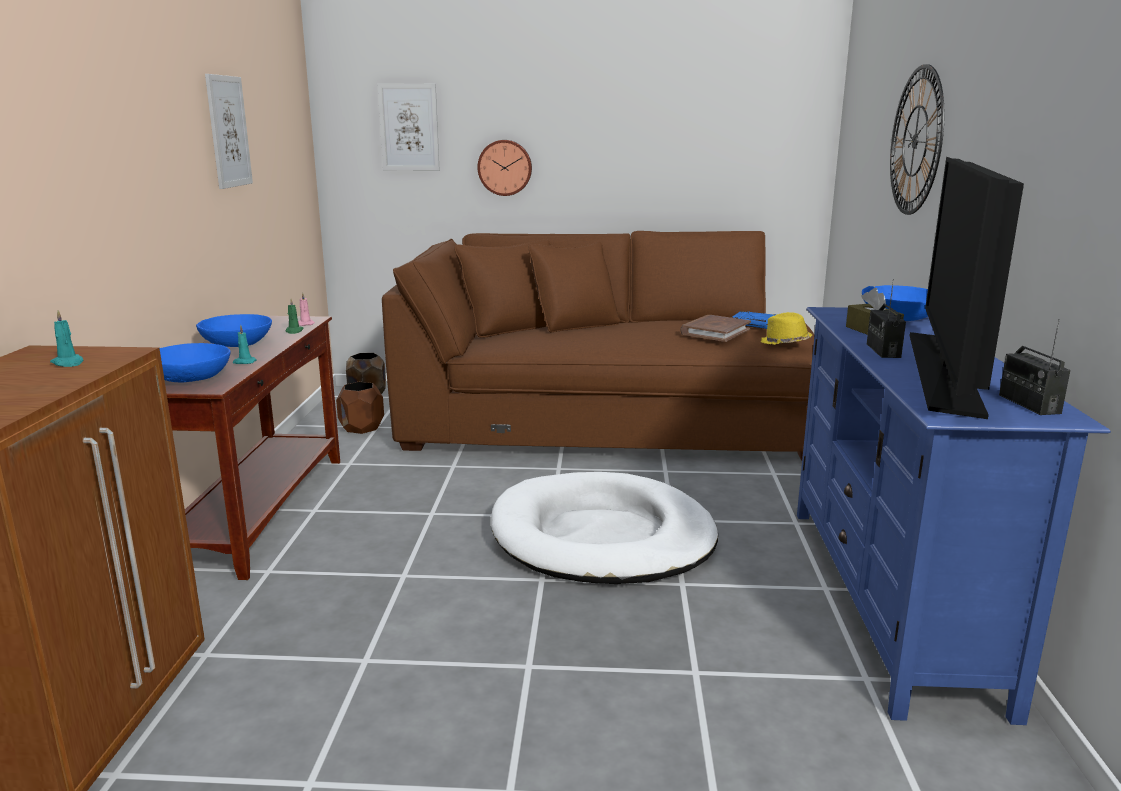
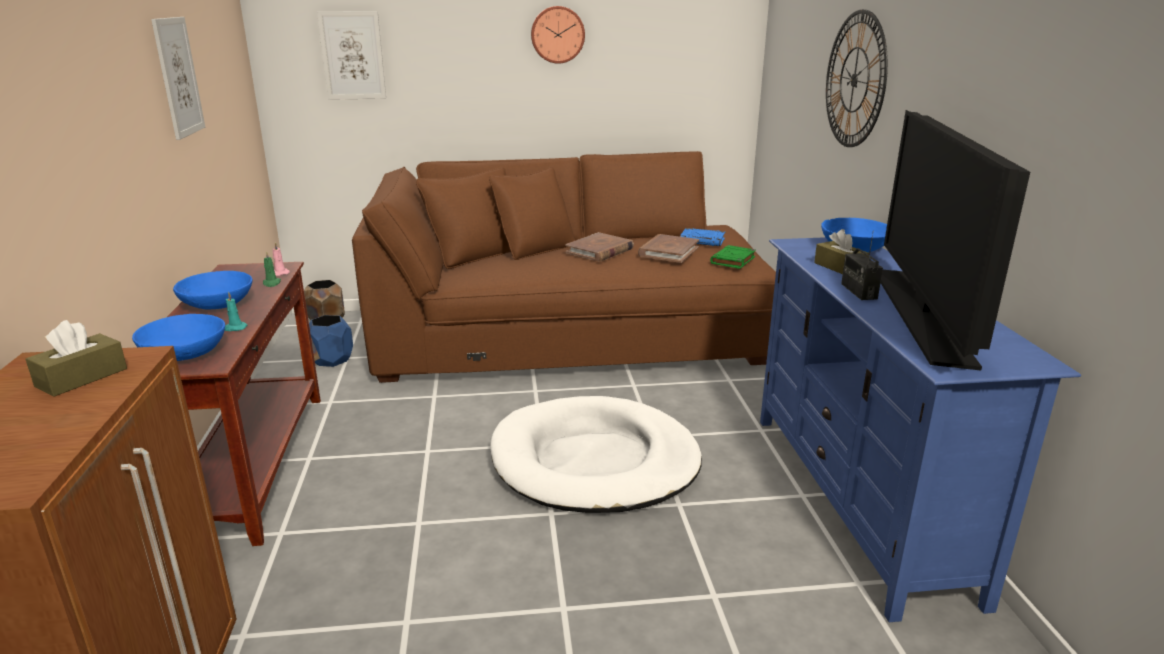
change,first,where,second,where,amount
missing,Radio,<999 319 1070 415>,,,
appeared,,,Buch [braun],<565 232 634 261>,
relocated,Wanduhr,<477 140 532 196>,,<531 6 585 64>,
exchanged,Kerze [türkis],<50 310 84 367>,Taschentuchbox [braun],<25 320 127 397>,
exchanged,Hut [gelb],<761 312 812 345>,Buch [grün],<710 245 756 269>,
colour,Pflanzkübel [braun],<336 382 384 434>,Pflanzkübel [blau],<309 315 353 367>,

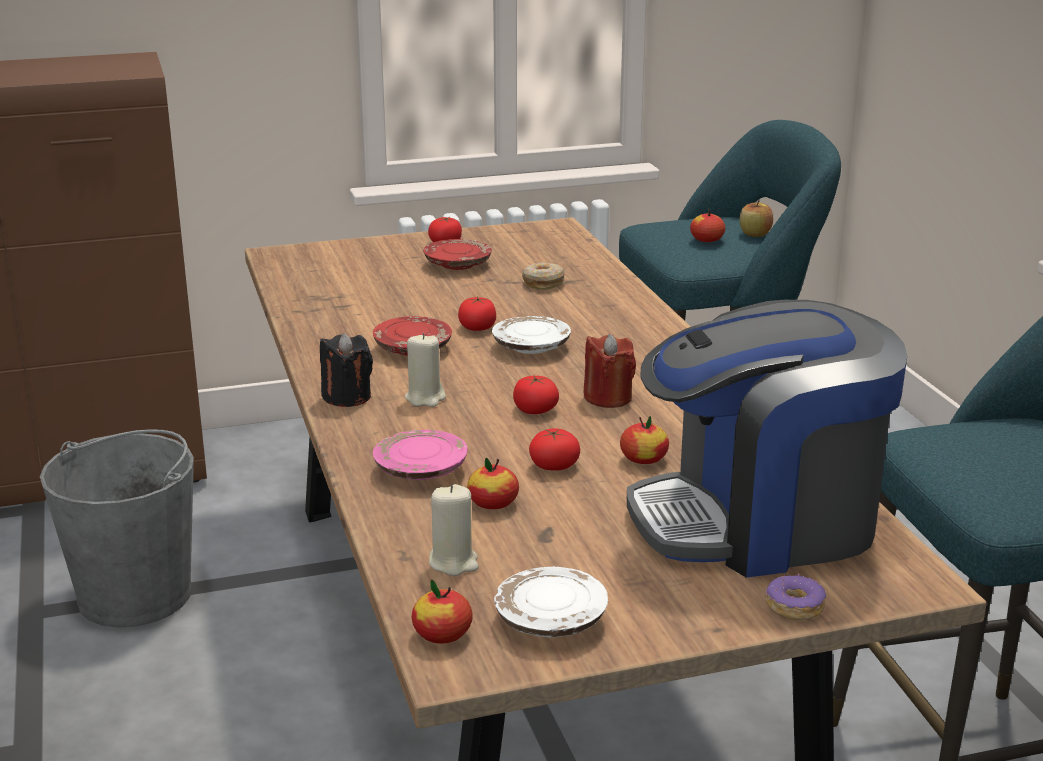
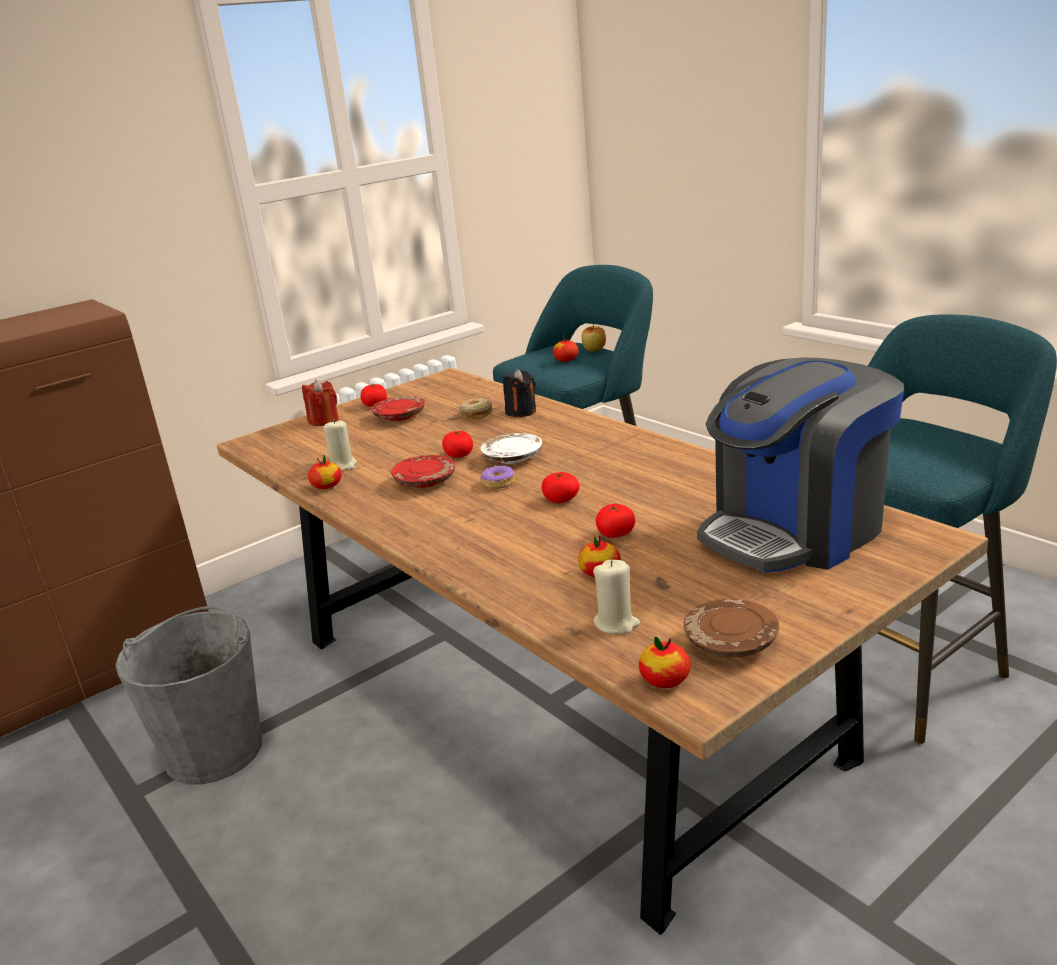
change,first,where,second,where,amount
missing,Teller [rosa],<373 430 468 480>,,,
relocated,Kerze [schwarz],<320 333 373 407>,,<503 369 536 417>,
relocated,Kerze [beige],<405 333 446 407>,,<324 419 357 471>,
relocated,Kerze [rot],<584 334 636 408>,,<302 380 339 426>,
relocated,Apfel,<620 416 669 464>,,<308 455 342 489>,
relocated,Donut,<765 573 826 620>,,<480 465 515 489>,
colour,Teller [weiß],<494 567 608 637>,Teller [braun],<684 598 779 658>,

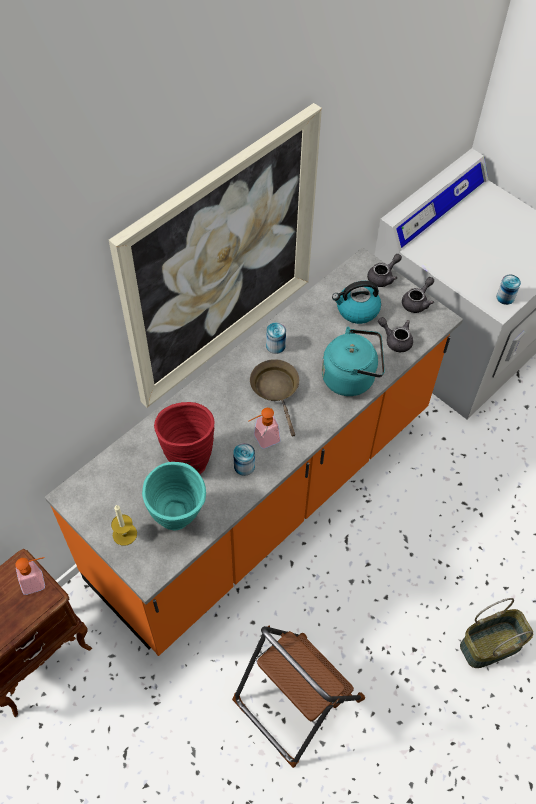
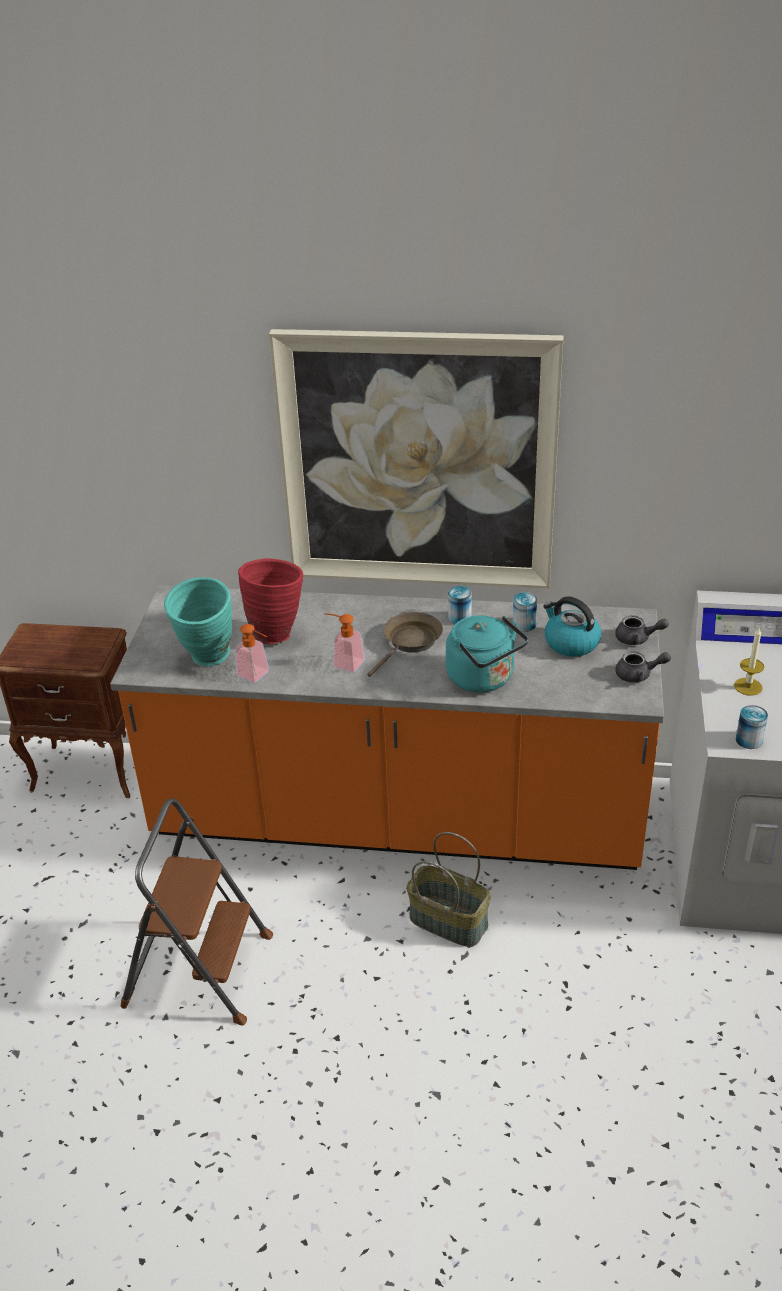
change,first,where,second,where,amount
missing,Teekanne [grau],<378 317 413 352>,,,
relocated,Seifenspender,<15 557 45 595>,,<236 624 269 683>,
relocated,Kerze,<111 505 137 546>,,<734 628 764 696>,
relocated,Dose,<233 443 255 476>,,<513 592 537 632>,
relocated,Korb,<460 598 533 668>,,<406 832 491 947>,

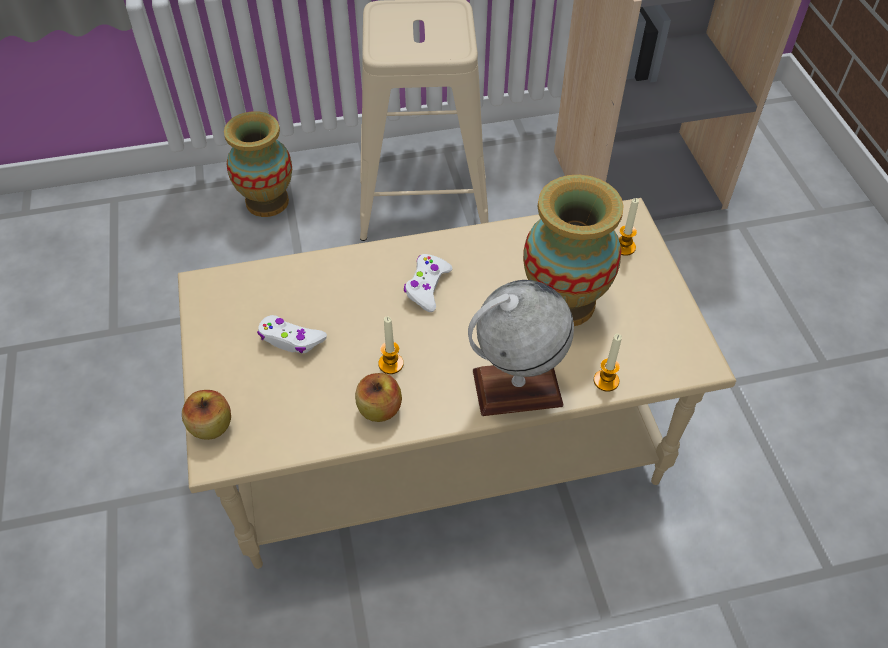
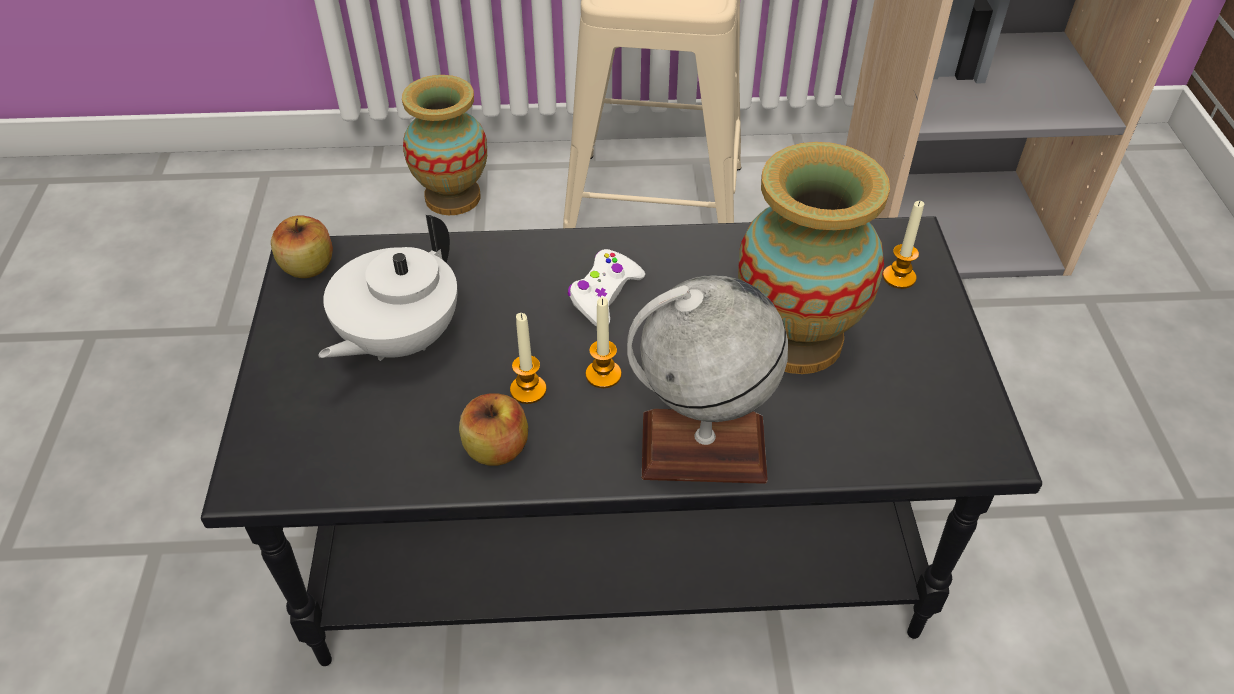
change,first,where,second,where,amount
relocated,Apfel,<182 390 231 440>,,<271 216 333 278>,
relocated,Kerze,<594 334 622 392>,,<585 297 622 388>,
exchanged,Gamepad [weiß],<257 315 327 353>,Teekanne [weiß],<319 215 457 361>,
colour,Couchtisch [beige],<178 198 736 569>,Couchtisch [schwarz],<201 216 1042 666>,

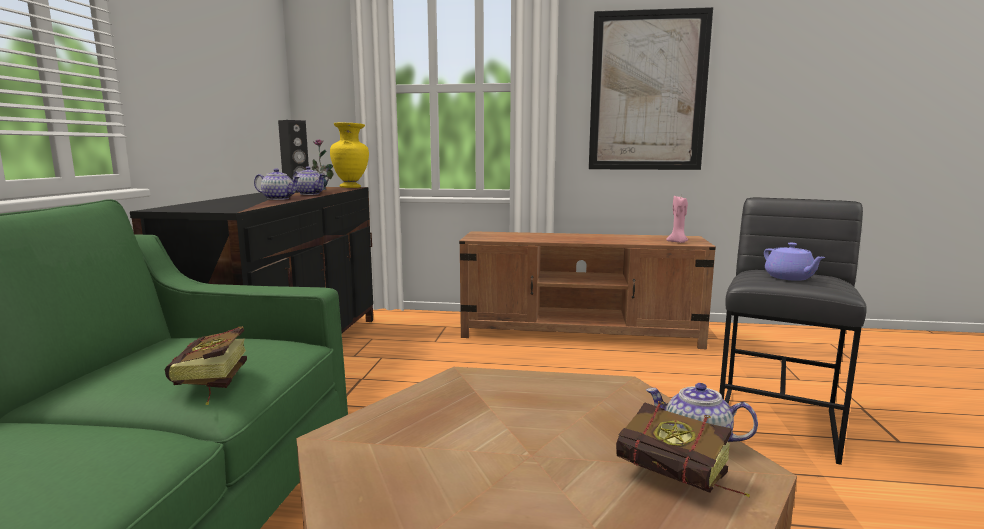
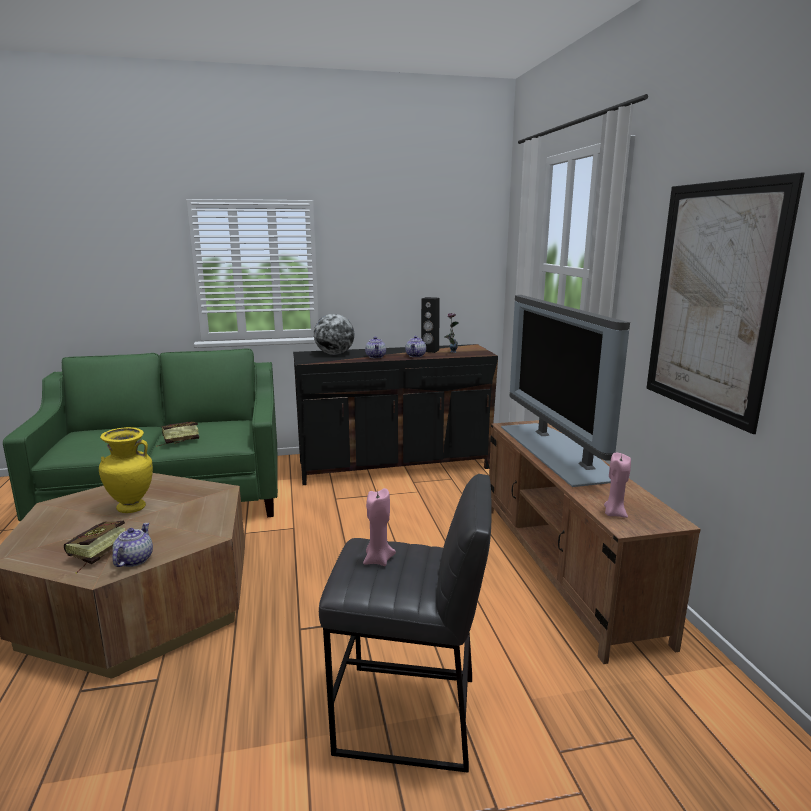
change,first,where,second,where,amount
appeared,,,Globus,<314 314 354 355>,
appeared,,,Fernseher,<501 295 630 487>,
relocated,Vase [gelb],<330 123 369 188>,,<99 427 153 513>,
exchanged,Teekanne [lila],<764 243 826 281>,Kerze [rosa],<363 488 396 566>,

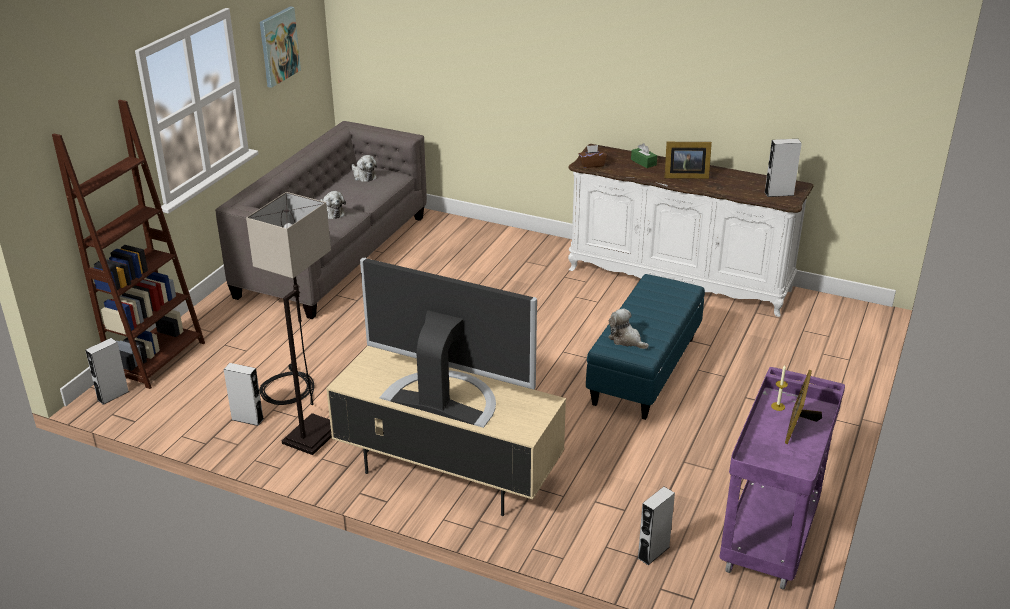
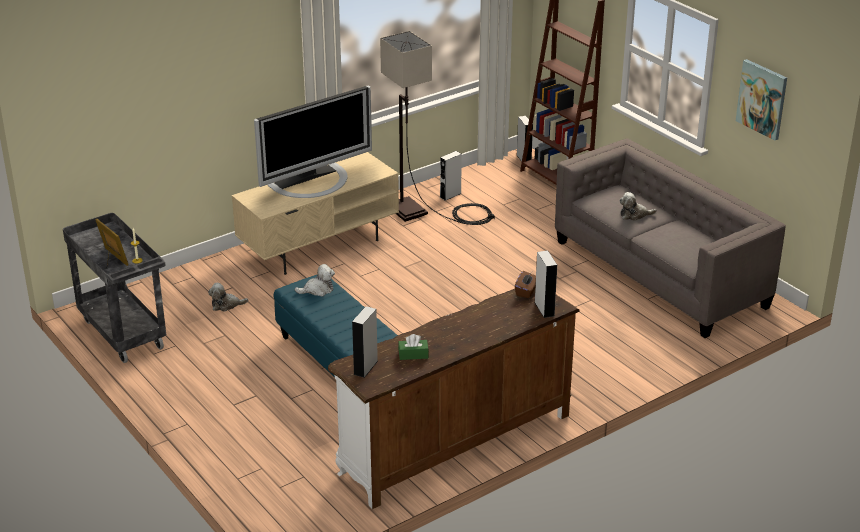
change,first,where,second,where,amount
missing,Bilderrahmen,<665 142 712 179>,,,
relocated,Plüschtier,<351 155 377 182>,,<208 283 248 312>,
relocated,Taschentuchbox [grün],<631 143 657 168>,,<398 334 429 360>,
relocated,Lautsprecher [grau],<637 487 675 565>,,<534 250 557 318>,
colour,Rollwagen [lila],<720 367 845 590>,Rollwagen [grau],<63 213 166 363>,

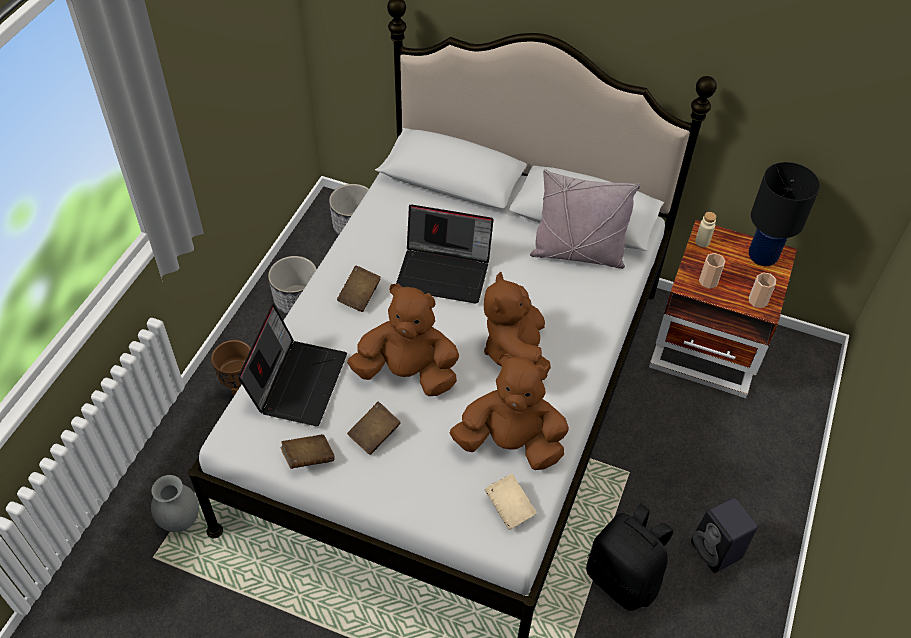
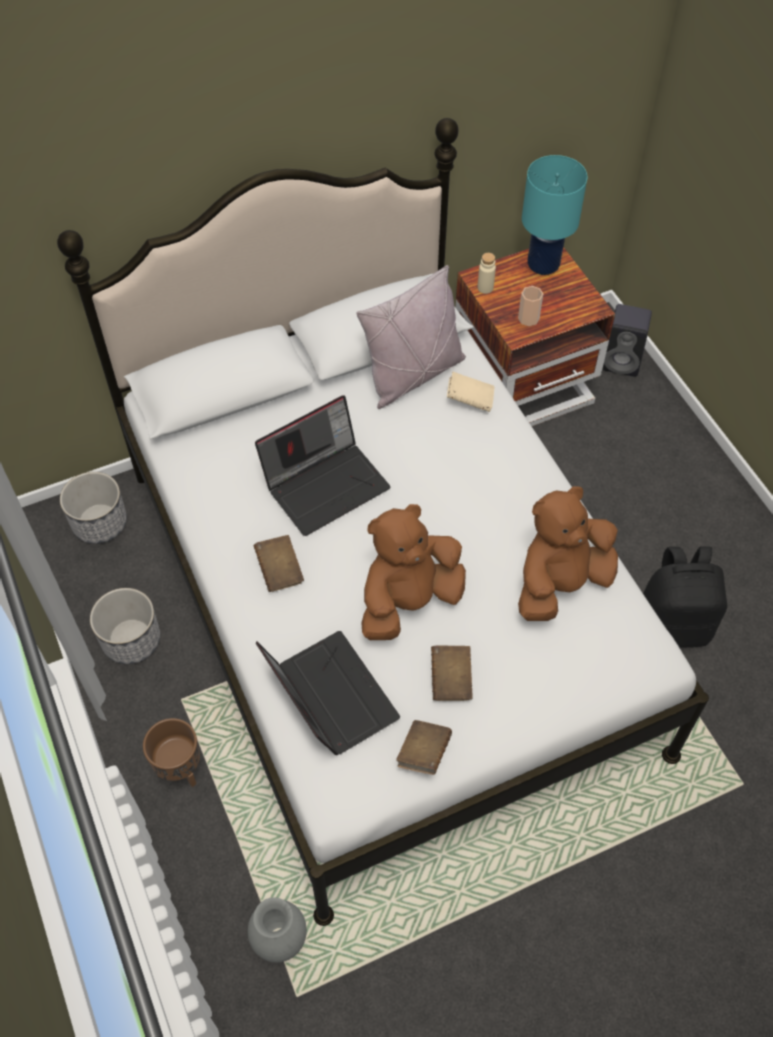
change,first,where,second,where,amount
missing,Plüschtier [braun],<484 272 551 373>,,,
missing,Tasse,<749 272 776 308>,,,
relocated,Buch [beige],<484 474 537 530>,,<447 372 494 412>,
relocated,Lautsprecher [schwarz],<691 498 758 573>,,<602 304 652 377>,
colour,Tischlampe [schwarz],<749 162 820 266>,Tischlampe [türkis],<522 155 587 275>,

